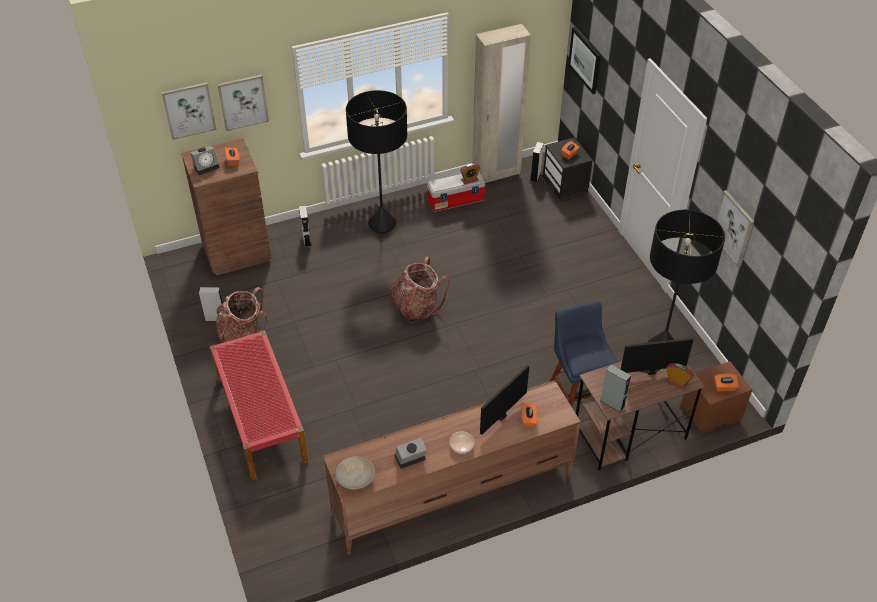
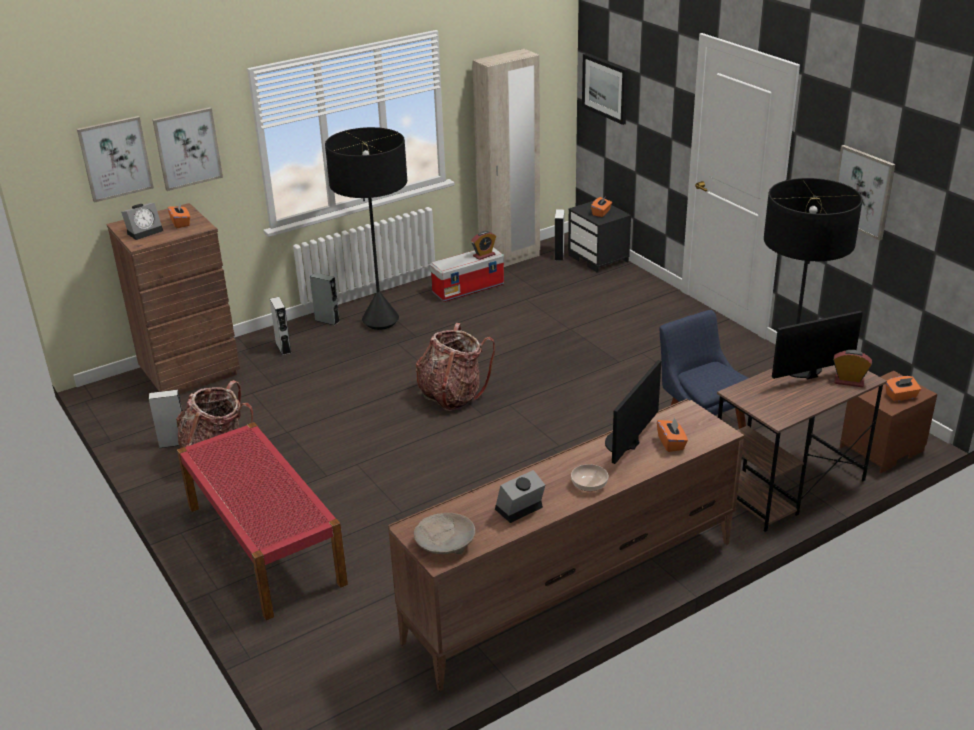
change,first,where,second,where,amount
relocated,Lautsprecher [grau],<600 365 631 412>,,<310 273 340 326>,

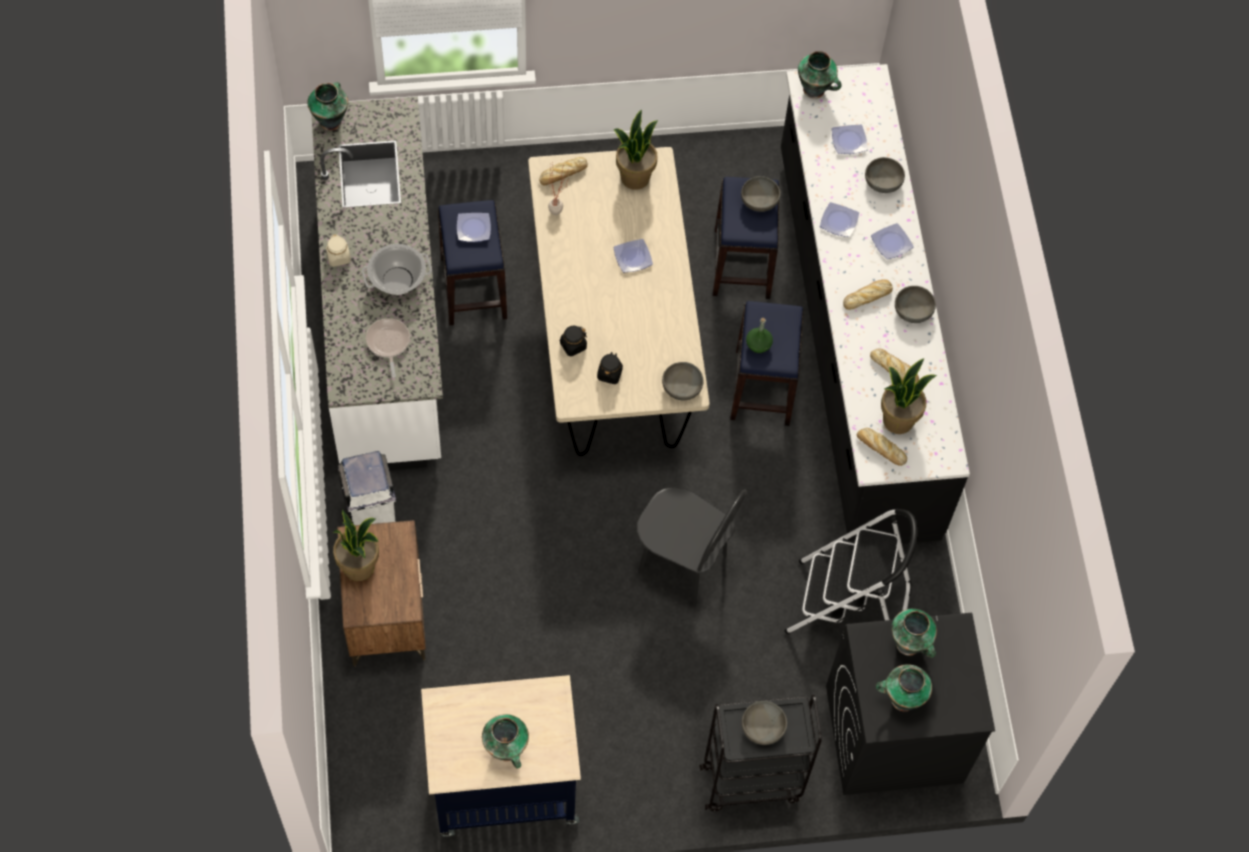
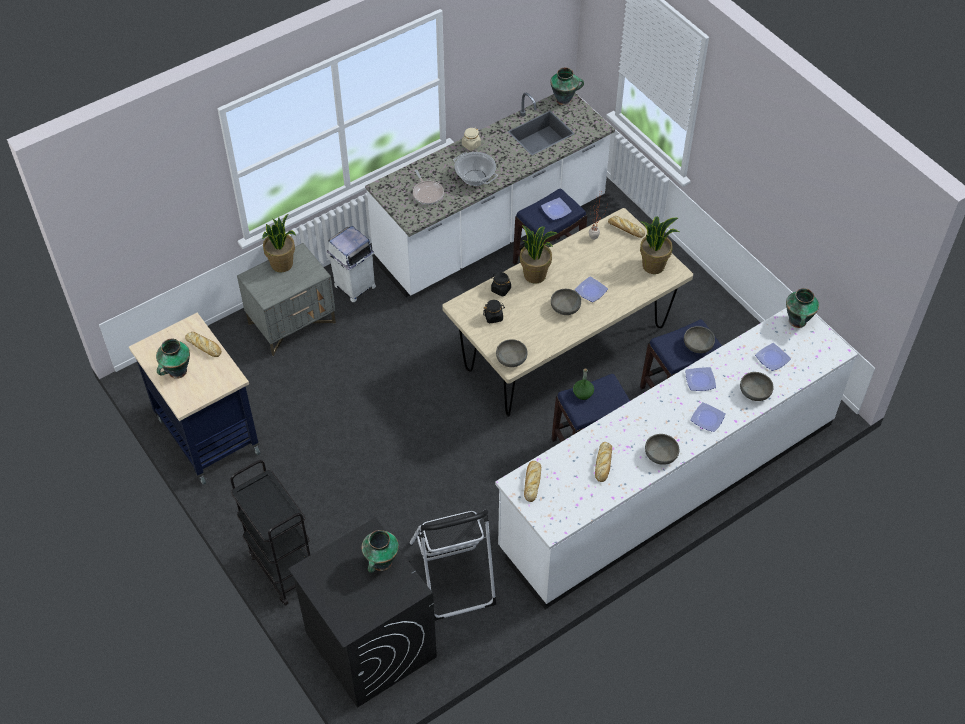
change,first,where,second,where,amount
missing,Stuhl [schwarz],<637 487 747 606>,,,
missing,Vase,<876 664 932 711>,,,
relocated,Schüssel [grau],<742 701 787 745>,,<551 289 581 315>,
relocated,Brot,<843 279 893 310>,,<185 332 222 357>,
relocated,Topfpflanze,<881 358 937 434>,,<520 225 558 284>,
colour,Nachttisch [braun],<337 520 426 666>,Nachttisch [grau],<237 243 336 356>,
colour,Küchenzeile [schwarz],<781 64 970 544>,Küchenzeile [weiß],<495 308 858 609>,
spun,Pfanne,<366 318 410 378>,,<413 170 444 204>,105 degrees clockwise

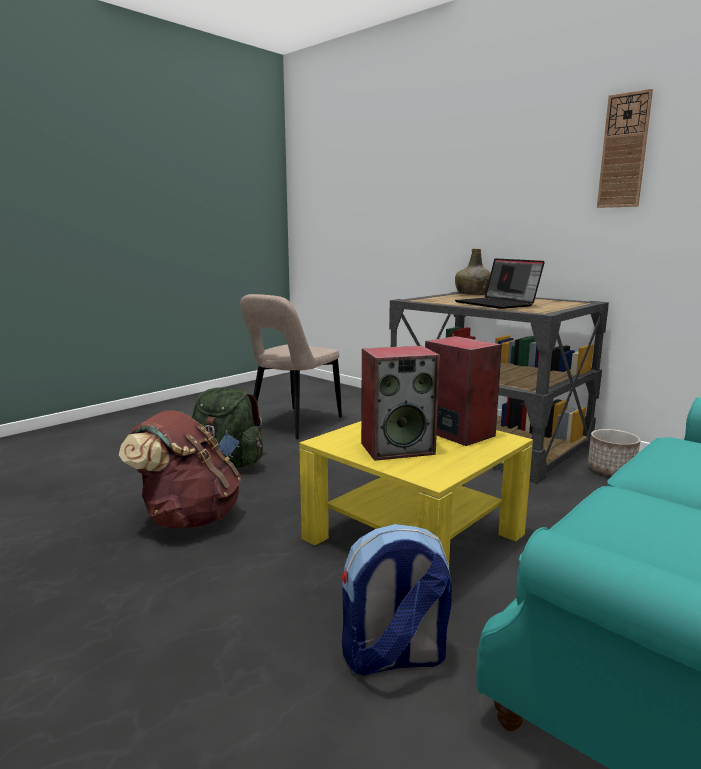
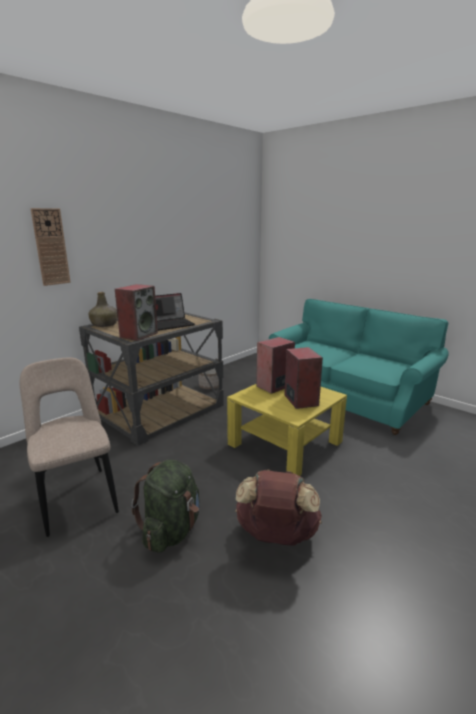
change,first,where,second,where,amount
missing,Rucksack,<341 524 452 676>,,,
appeared,,,Lautsprecher,<115 284 158 341>,
relocated,Wanduhr,<597 89 653 208>,,<30 208 71 286>,
spun,Stuhl [beige],<240 294 342 439>,,<20 358 119 537>,150 degrees counterclockwise

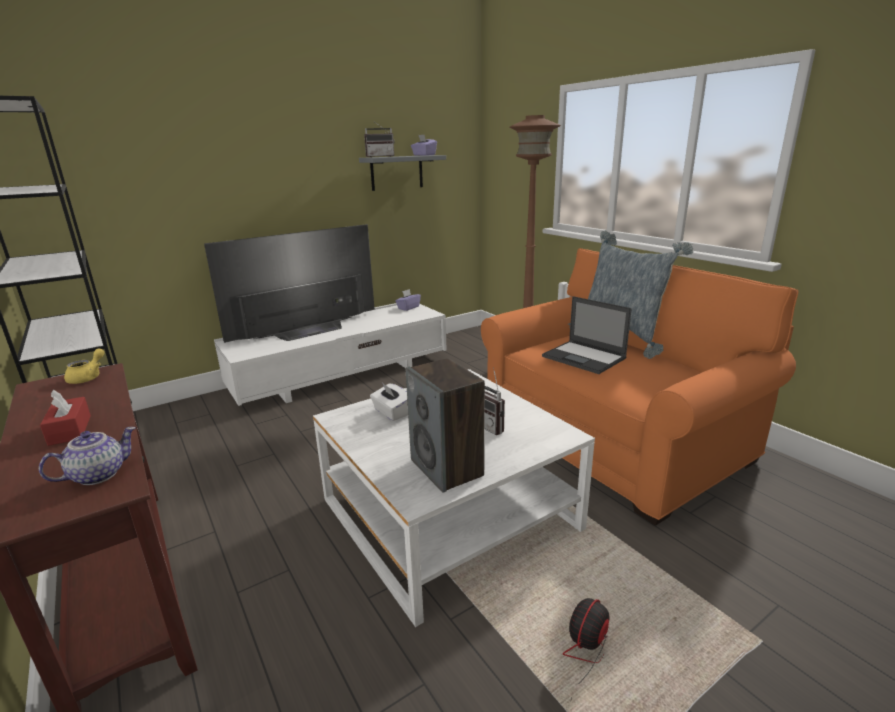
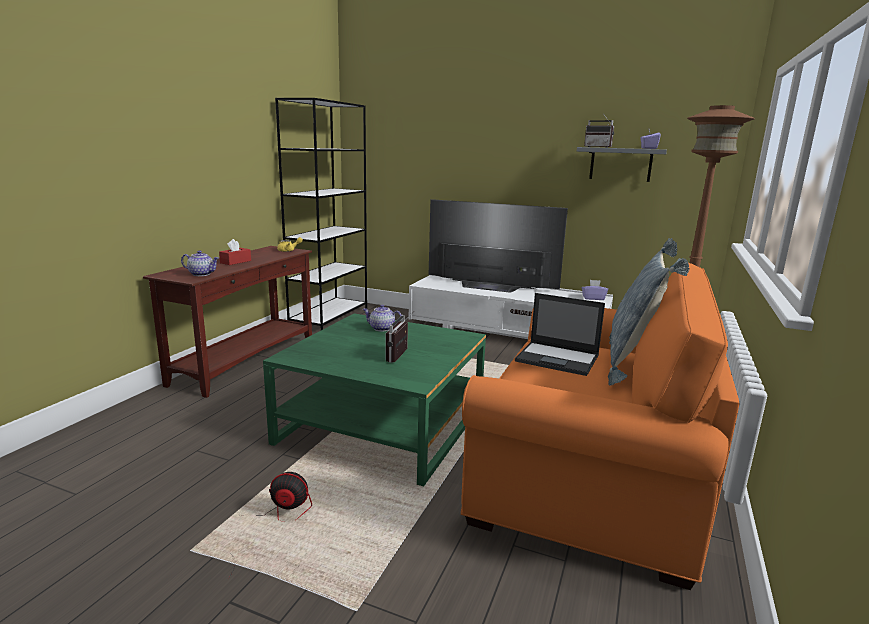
change,first,where,second,where,amount
missing,Lautsprecher,<406 358 485 493>,,,
exchanged,Taschentuchbox [weiß],<370 383 408 421>,Teekanne,<363 305 402 332>,
colour,Couchtisch [weiß],<313 369 595 627>,Couchtisch [grün],<263 313 486 487>,
spun,Laptop,<542 296 632 374>,,<515 293 605 376>,75 degrees counterclockwise

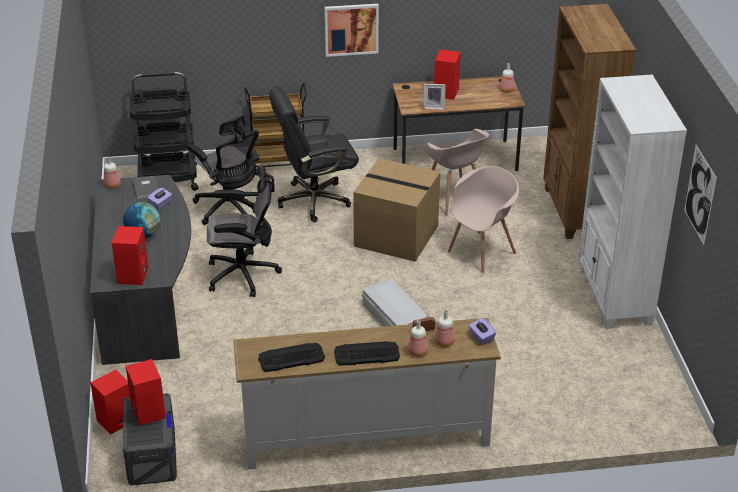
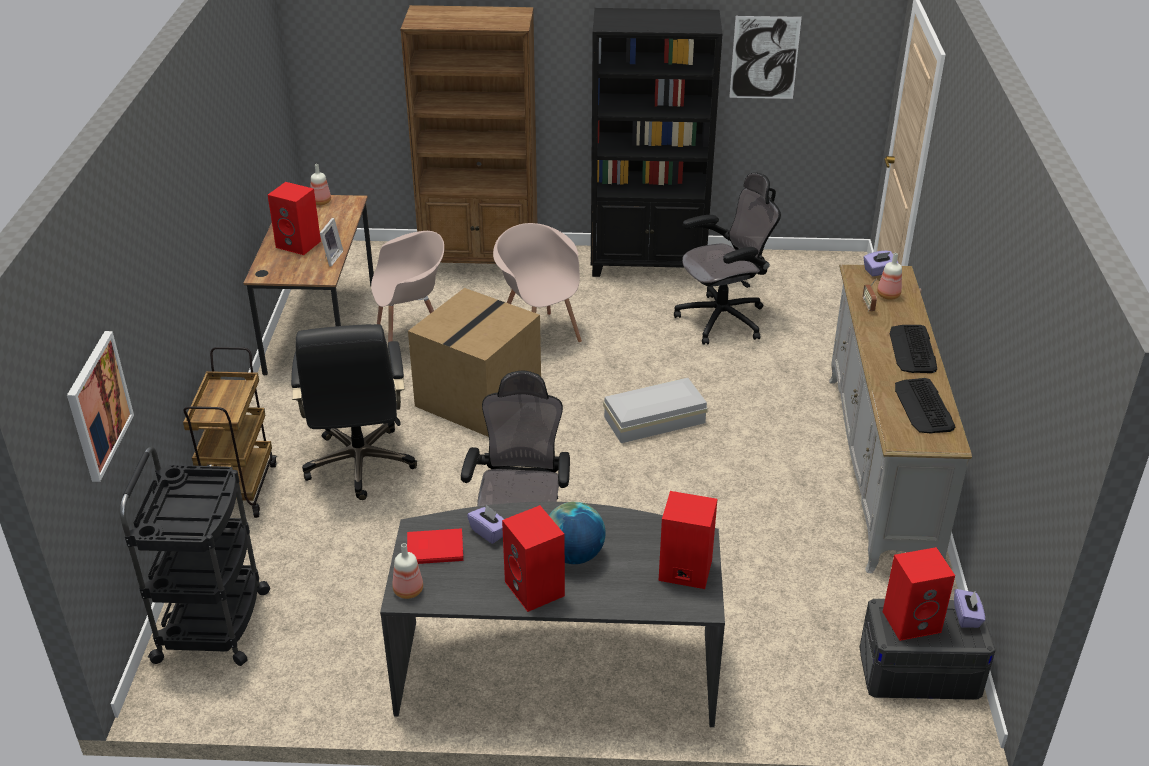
change,first,where,second,where,amount
missing,Flasche,<408 320 428 357>,,,
appeared,,,Taschentuchbox [lila],<954 589 985 628>,
relocated,Lautsprecher [rot],<90 370 130 435>,,<502 505 565 612>,
relocated,Bürostuhl,<187 115 259 225>,,<674 172 781 345>,
relocated,Bild,<325 4 379 57>,,<67 331 134 482>,
colour,Buch [grau],<132 176 159 199>,Buch [rot],<407 528 463 564>,
colour,Bücherregal [weiß],<579 75 687 329>,Bücherregal [schwarz],<591 8 722 277>,

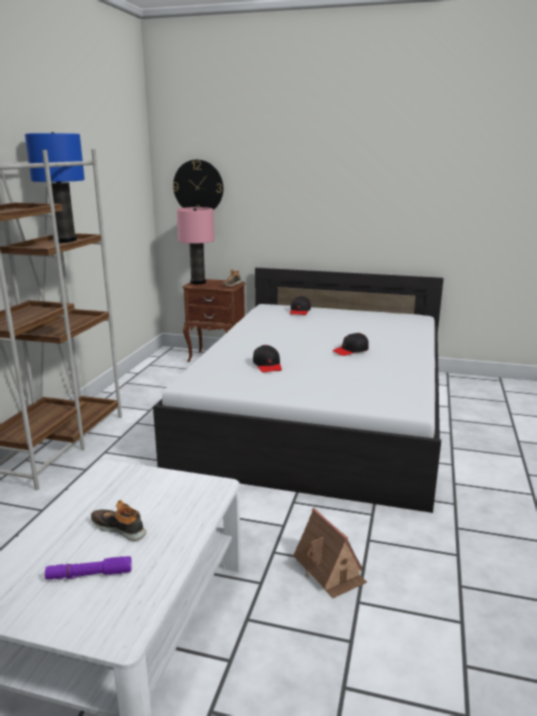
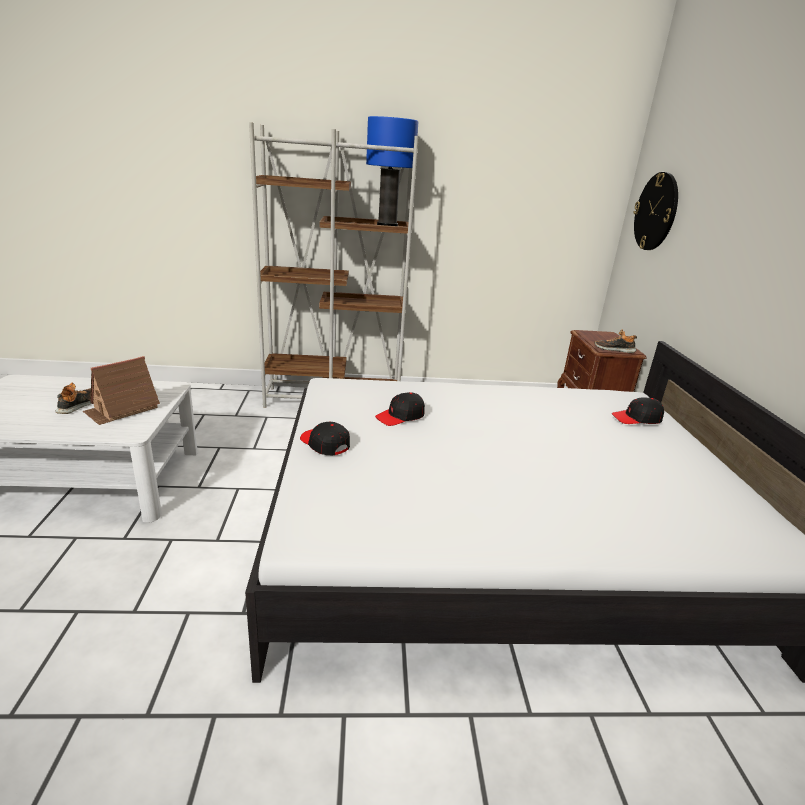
change,first,where,second,where,amount
missing,Taschenlampe [lila],<45 556 132 580>,,,
missing,Tischlampe [rosa],<177 207 214 284>,,,
relocated,Spielzeughaus,<293 508 367 598>,,<83 356 160 425>,
relocated,Kappe [schwarz],<332 333 369 356>,,<300 421 350 455>,

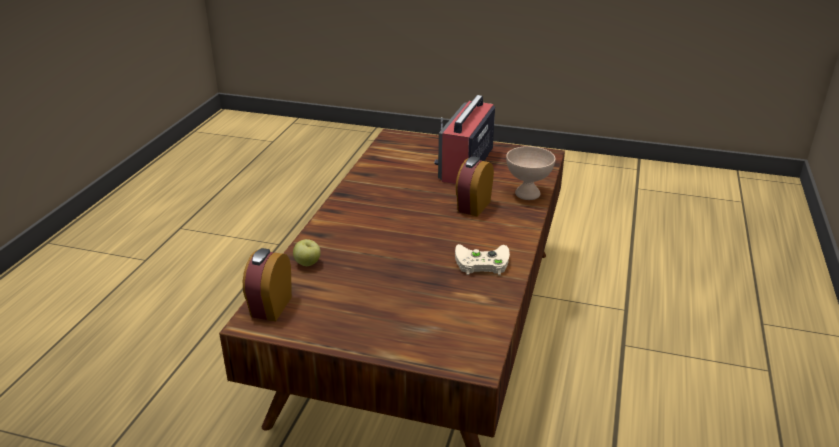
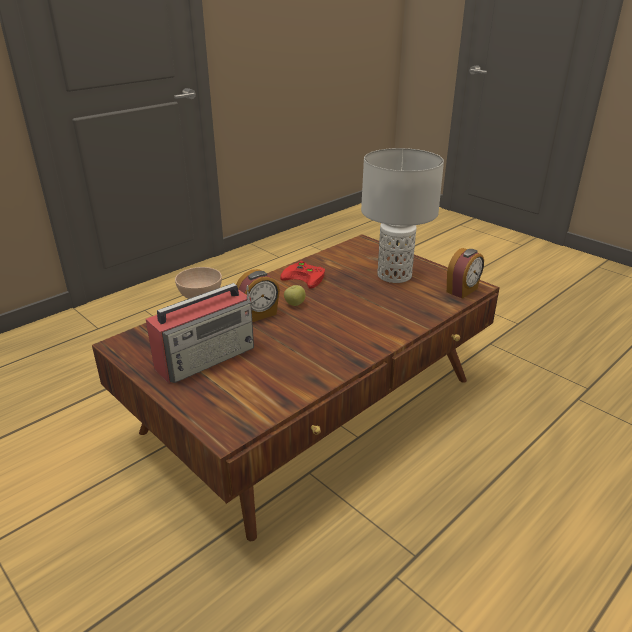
change,first,where,second,where,amount
appeared,,,Tischlampe [weiß],<361 148 444 283>,
relocated,Apfel,<293 239 321 266>,,<284 285 306 306>,
colour,Gamepad [beige],<455 244 510 275>,Gamepad [rot],<280 261 325 289>,

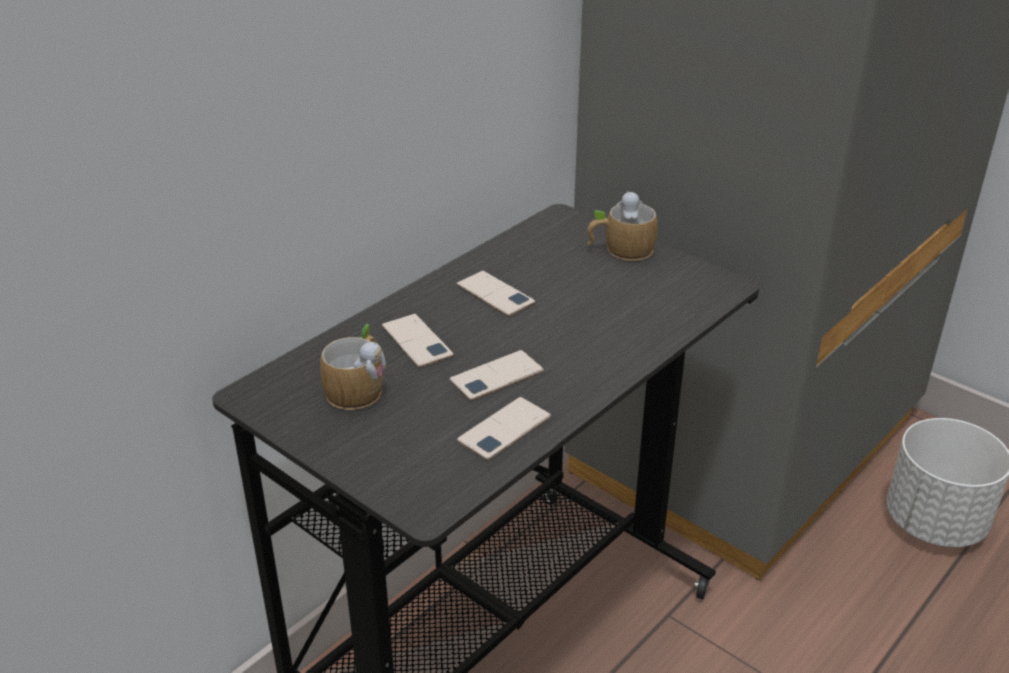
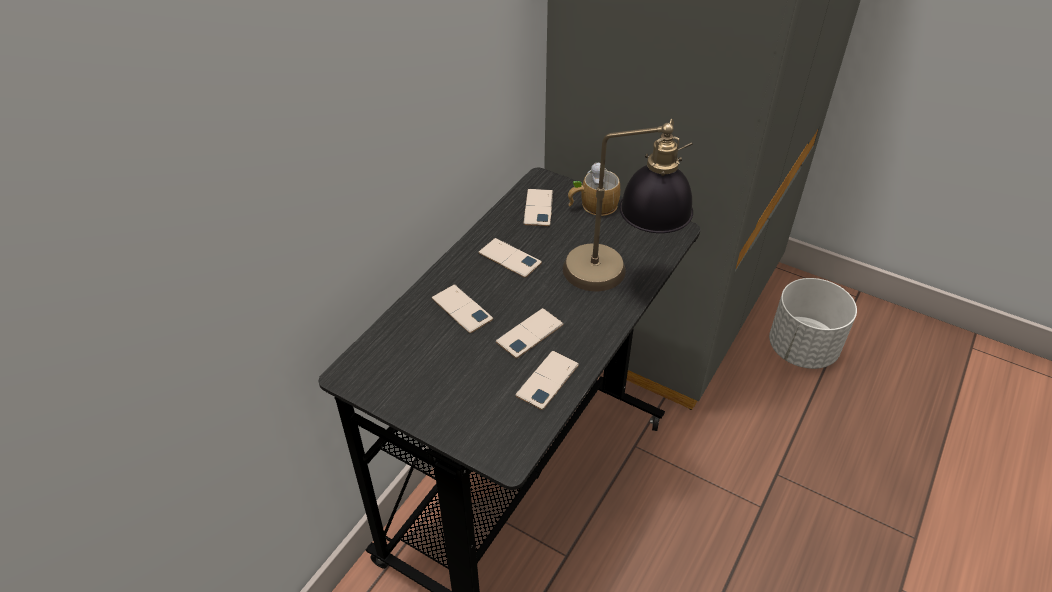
change,first,where,second,where,amount
missing,Henkelbecher,<320 324 386 410>,,,
appeared,,,Handy,<524 189 553 226>,
appeared,,,Tischlampe,<563 119 693 291>,

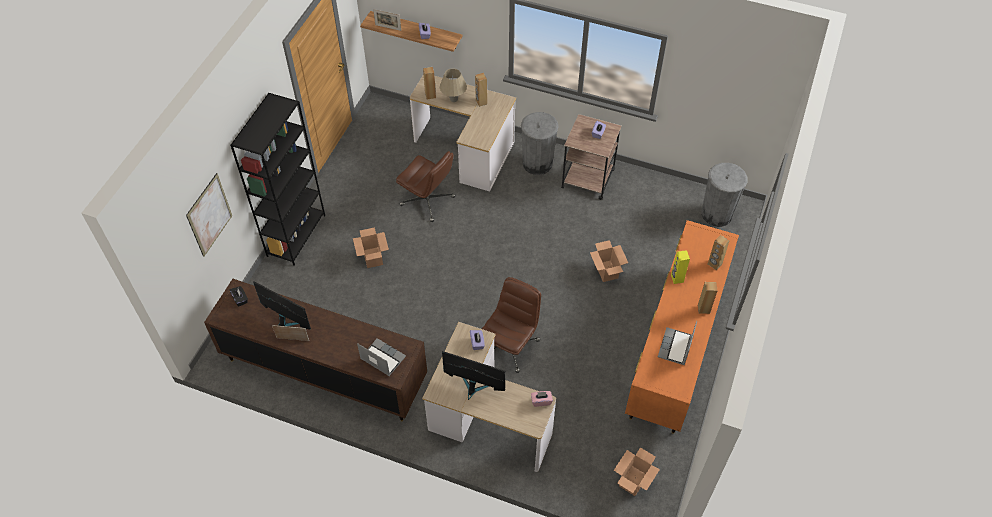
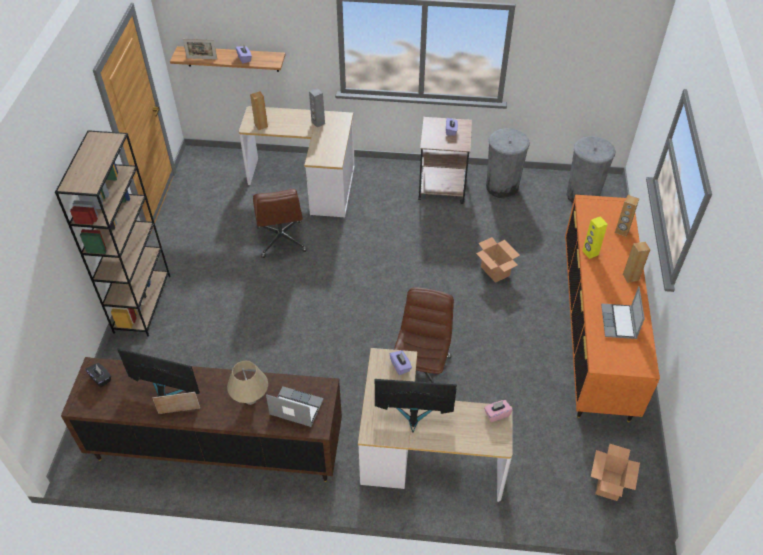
change,first,where,second,where,amount
missing,Bild,<186 173 232 257>,,,
missing,Karton,<353 227 389 268>,,,
relocated,Tischlampe [beige],<440 68 467 102>,,<227 361 268 405>,
relocated,Mülleimer [grau],<521 112 559 175>,,<486 128 530 198>,
colour,Bücherregal [schwarz],<230 93 325 266>,Bücherregal [beige],<55 130 170 337>,
colour,Lautsprecher [braun],<475 73 487 107>,Lautsprecher [grau],<309 88 325 127>,
spun,Bürostuhl [braun],<396 151 456 222>,,<253 189 307 258>,60 degrees clockwise

